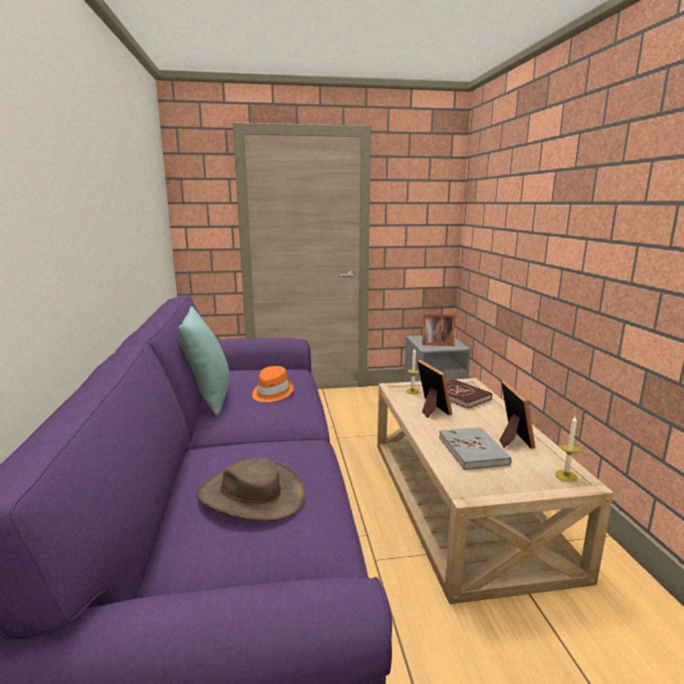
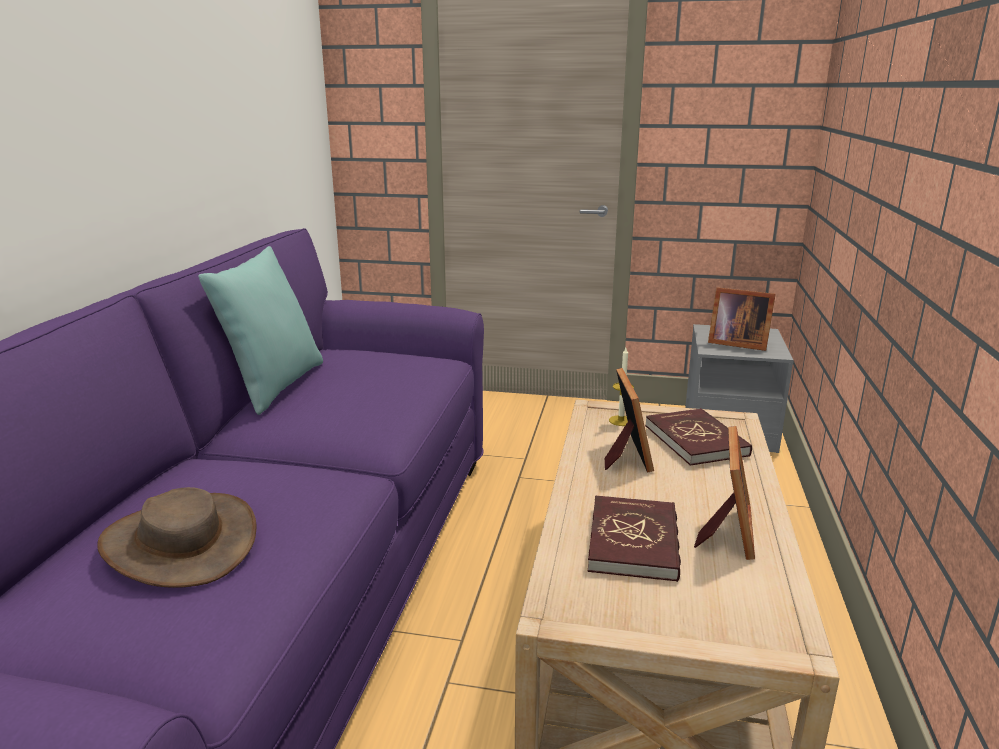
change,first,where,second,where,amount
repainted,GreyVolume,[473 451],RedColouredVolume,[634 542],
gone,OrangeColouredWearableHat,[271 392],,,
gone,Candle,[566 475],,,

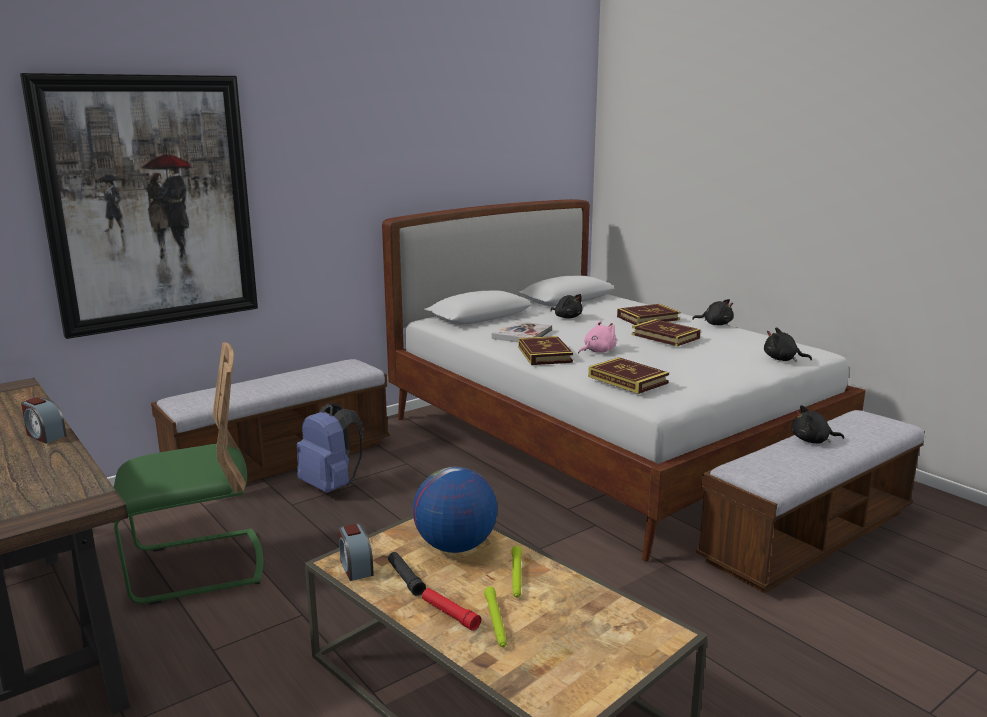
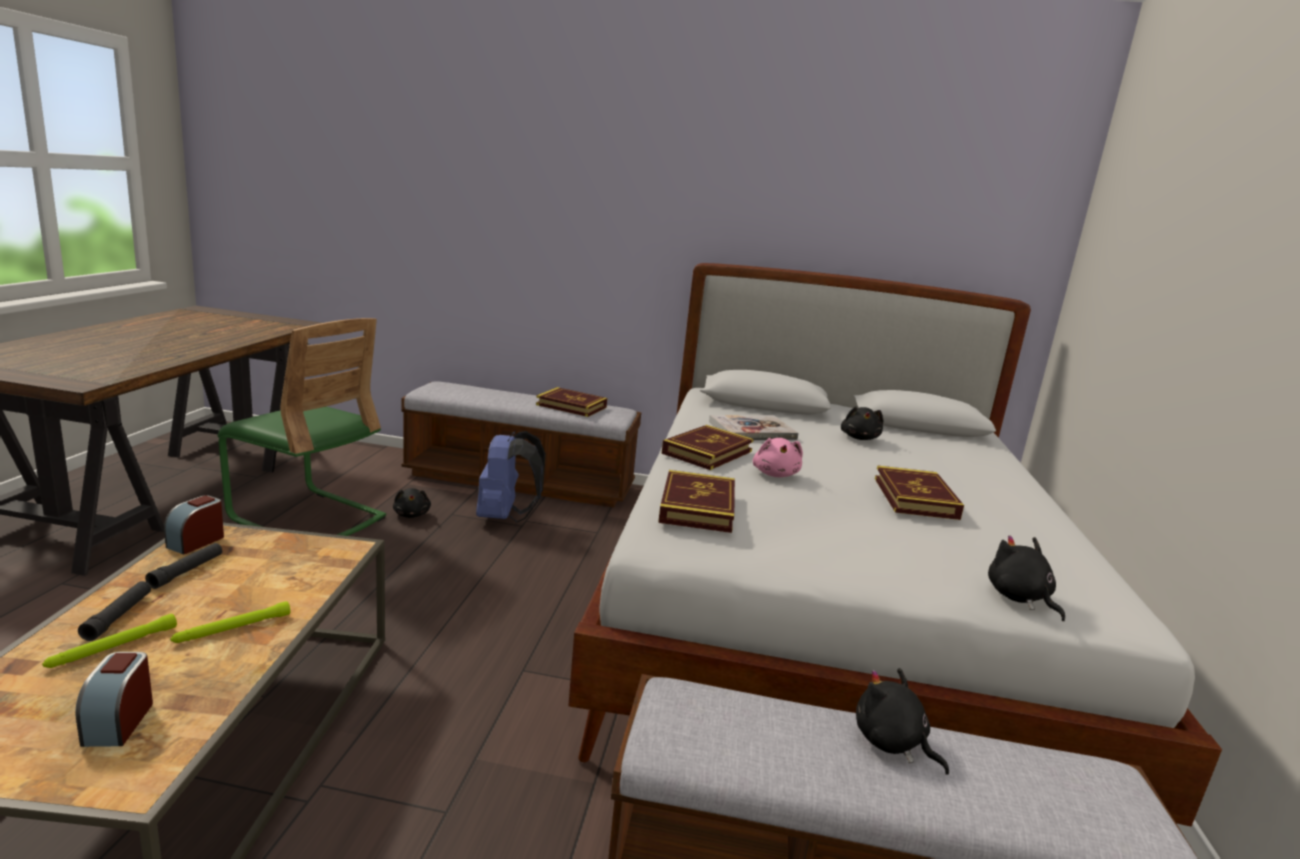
change,first,where,second,where,amount
shifted,AlarmClock,[45 435],,[119 722],
repainted,RedColouredTorch,[450 614],BlackColouredTorch,[118 616],
shifted,BlackColouredSoftToy,[715 324],,[412 514],
shifted,Volume,[648 318],,[571 406],
rotated,PinkSoftToy,[597 351],,[775 474],75 degrees clockwise
gone,WallArt,[150 203],,,
gone,WorldGlobe,[455 546],,,

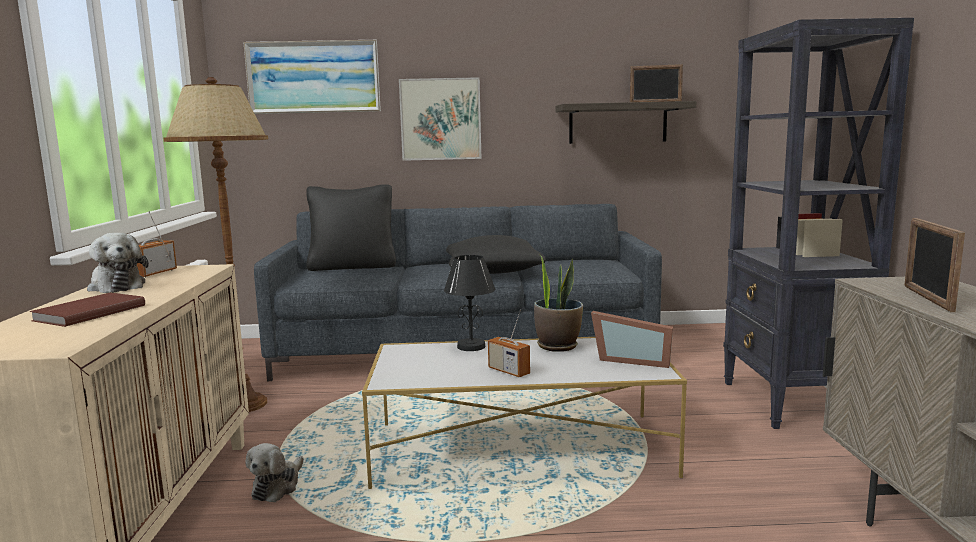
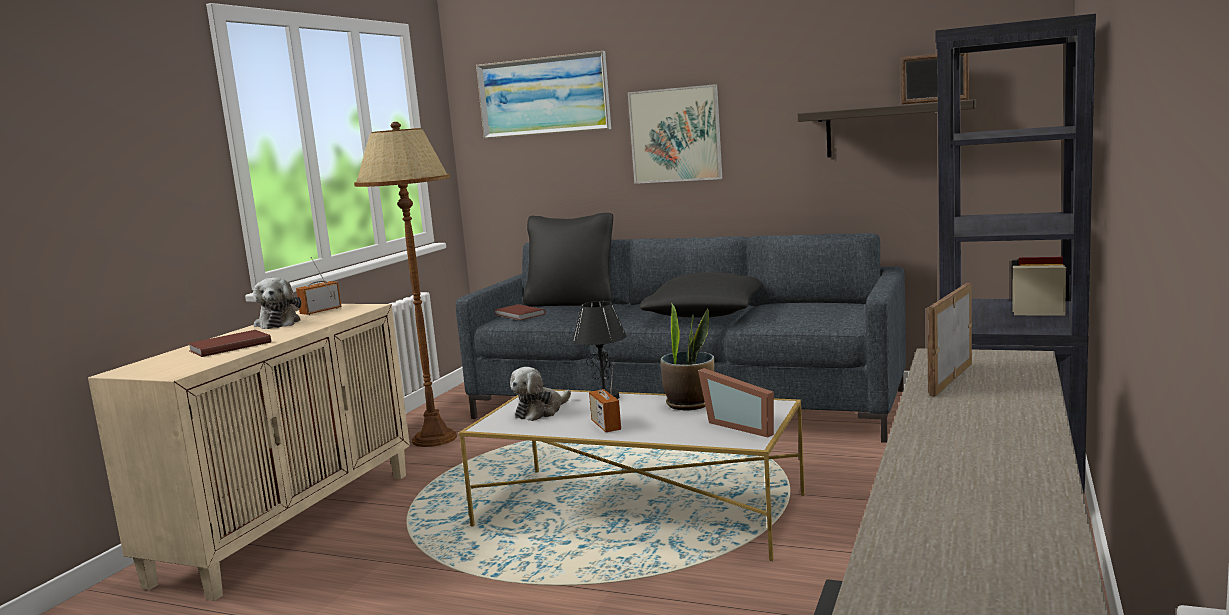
change,first,where,second,where,amount
new,,,BrownColouredVolume,[519 315],
shifted,SoftToy,[277 486],,[540 411],

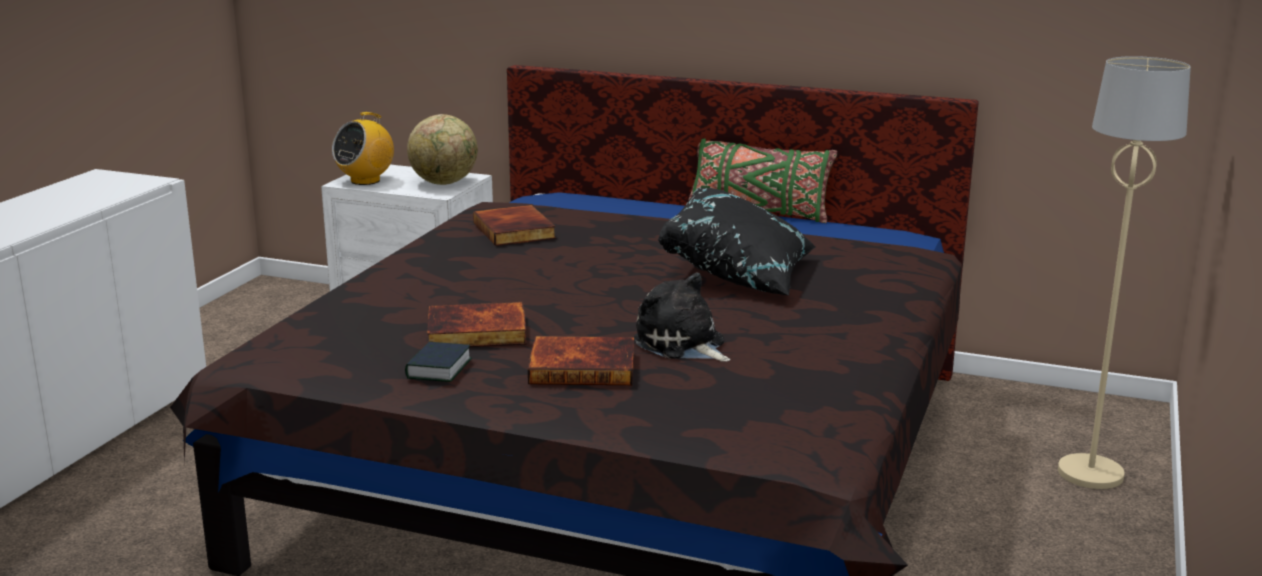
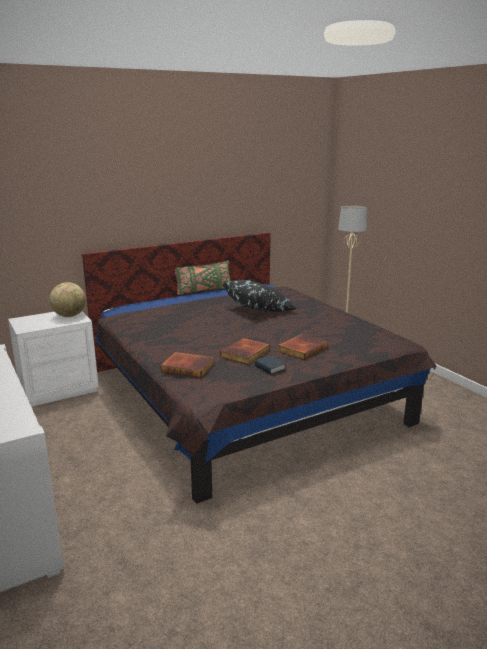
change,first,where,second,where,amount
shifted,Volume,[516 230],,[188 367],
gone,RadioSet,[365 180],,,
gone,SoftToy,[682 344],,,

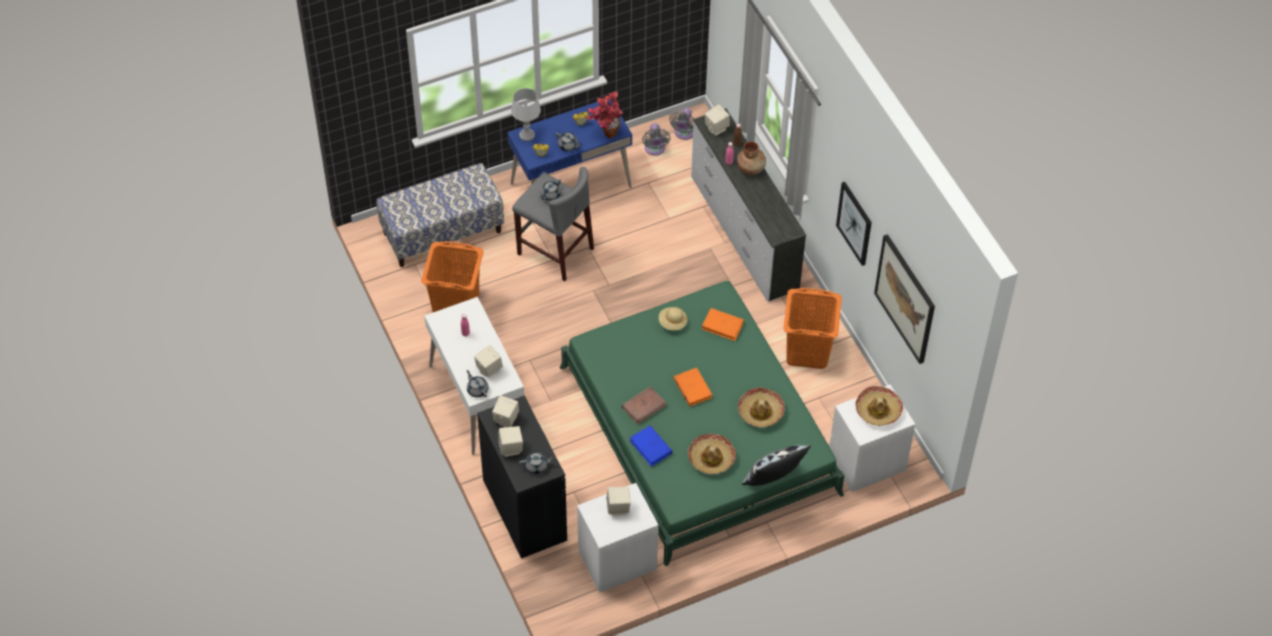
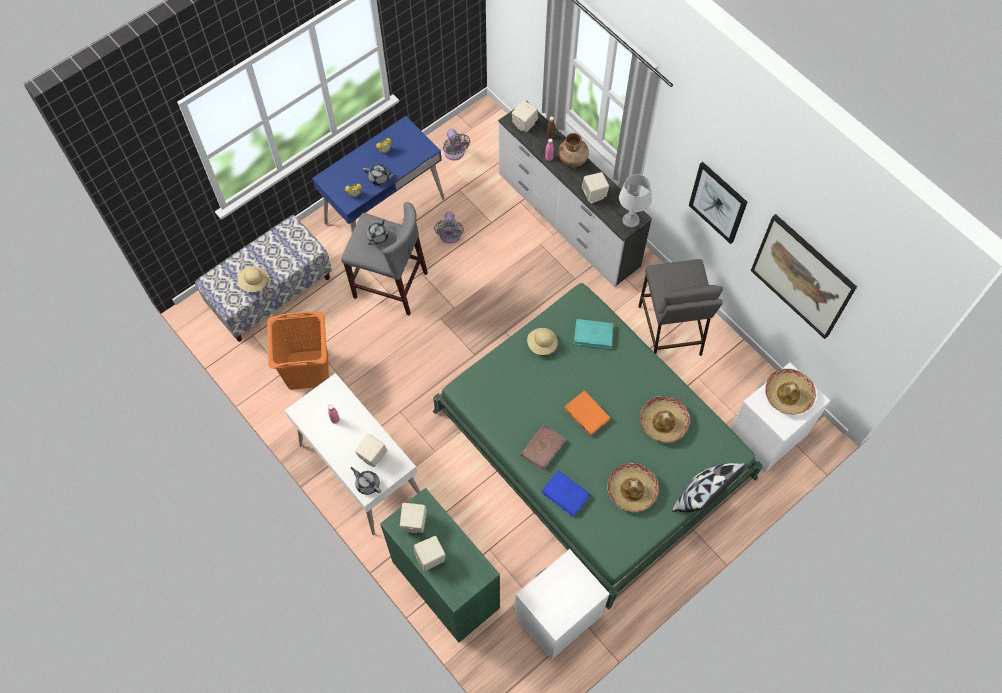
change,first,where,second,where,amount
new,,,BeigeColouredWearableHat,[254 283],
repainted,BlackColouredStorageCabinet,[524 510],GreenStorageCabinet,[445 584],
shifted,GreyFan,[684 133],,[450 236],
repainted,OrangeColouredVolume,[723 326],TurquoiseColouredVolume,[593 334],
shifted,BeigeColouredLoudspeaker,[618 508],,[594 195],
shifted,GreyTableLamp,[527 135],,[631 220],
swapped,OrangeColouredWashingBasket,[807 351],GreyStoolSeat,[670 330],
gone,GreyPotForTea,[537 466],,,
gone,PottedPlant,[605 134],,,

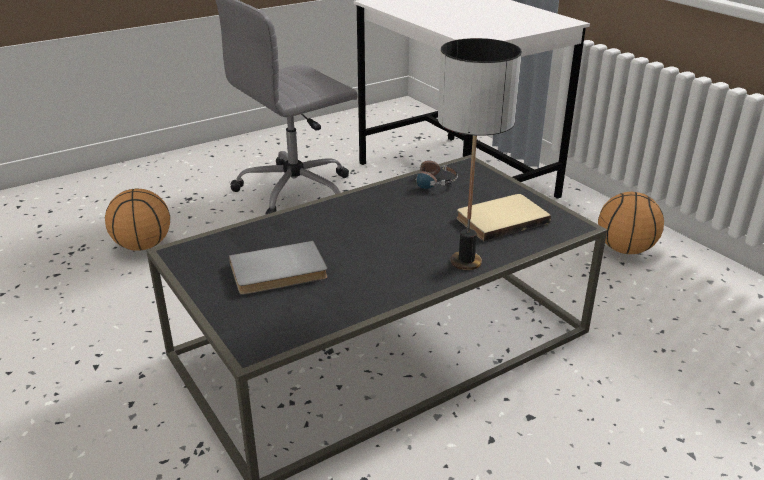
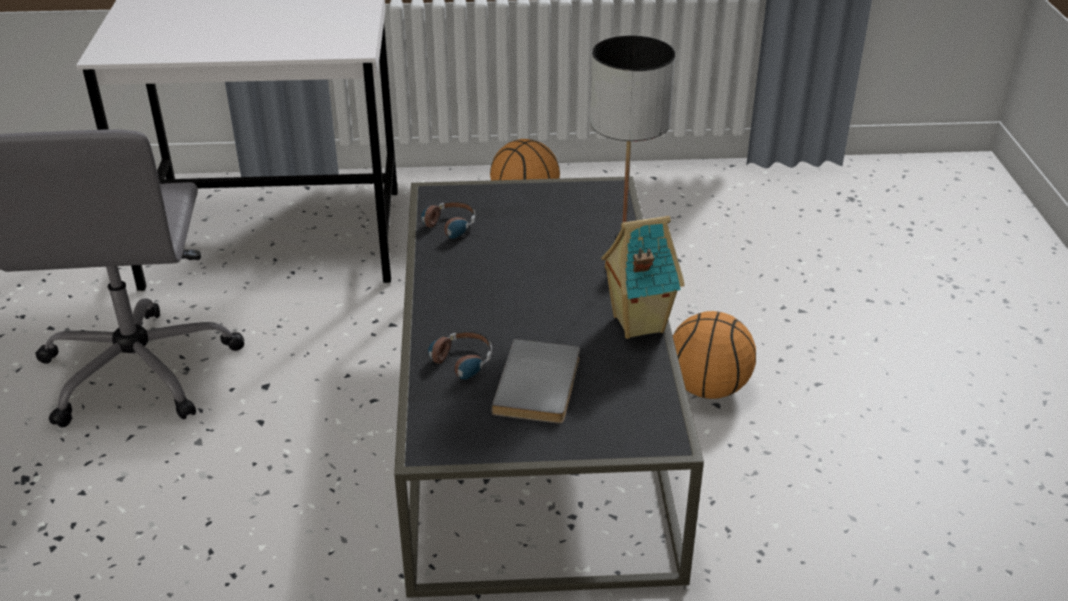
change,first,where,second,where,amount
new,,,PairOfHeadphones,[455 367],
new,,,ModelHouse,[636 324],
shifted,BallForBasketball,[142 246],,[708 389],
gone,BeigeColouredVolume,[500 219],,,

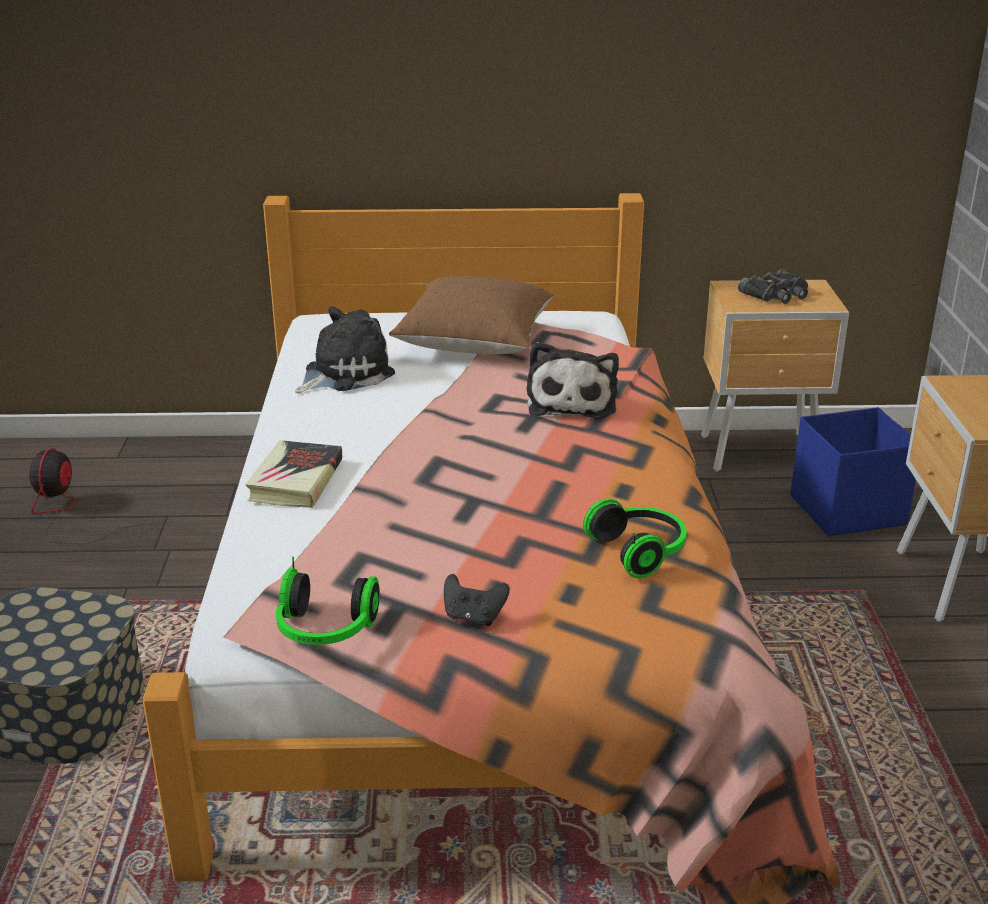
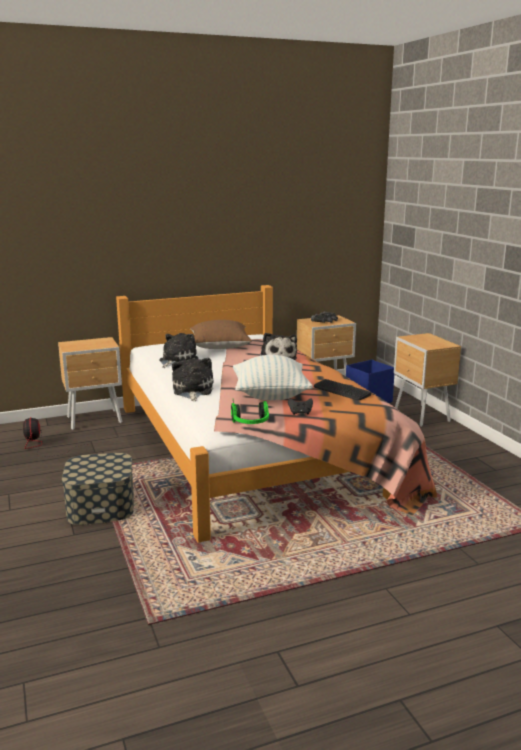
change,first,where,second,where,amount
new,,,BrownColouredBedsideTable,[96 420],
swapped,Volume,[296 481],SoftToy,[192 391],
new,,,Pillow,[270 395],
swapped,PairOfHeadphones,[640 551],Keyboard,[341 391],

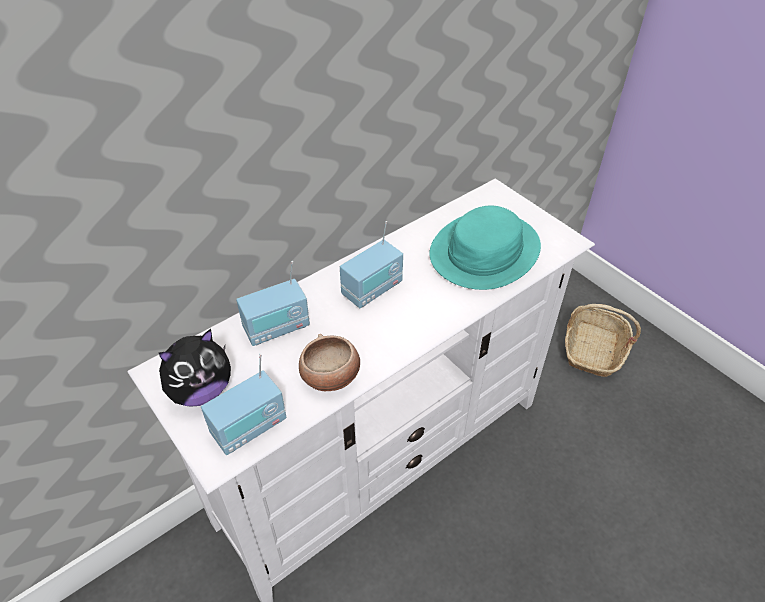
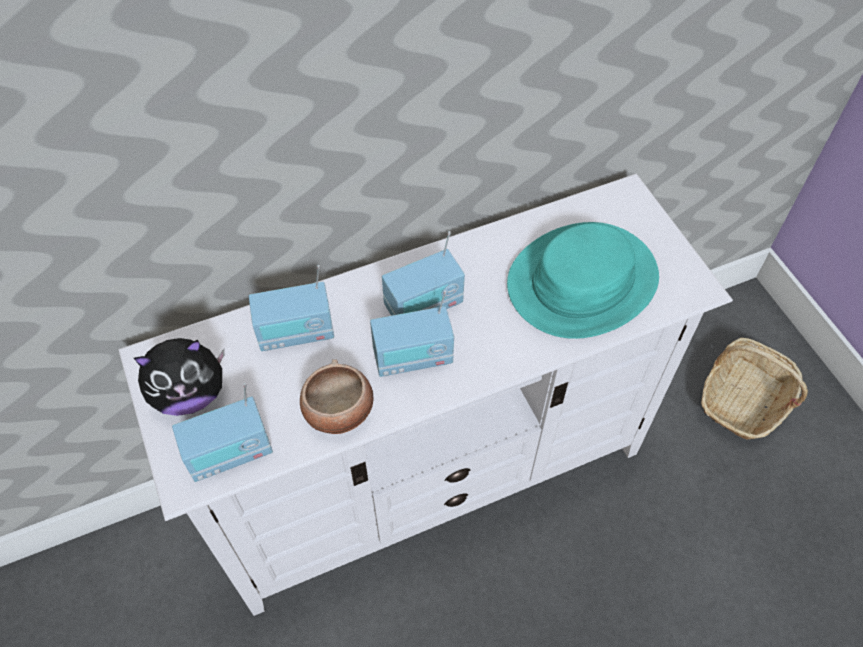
change,first,where,second,where,amount
new,,,RadioSet,[413 358],

